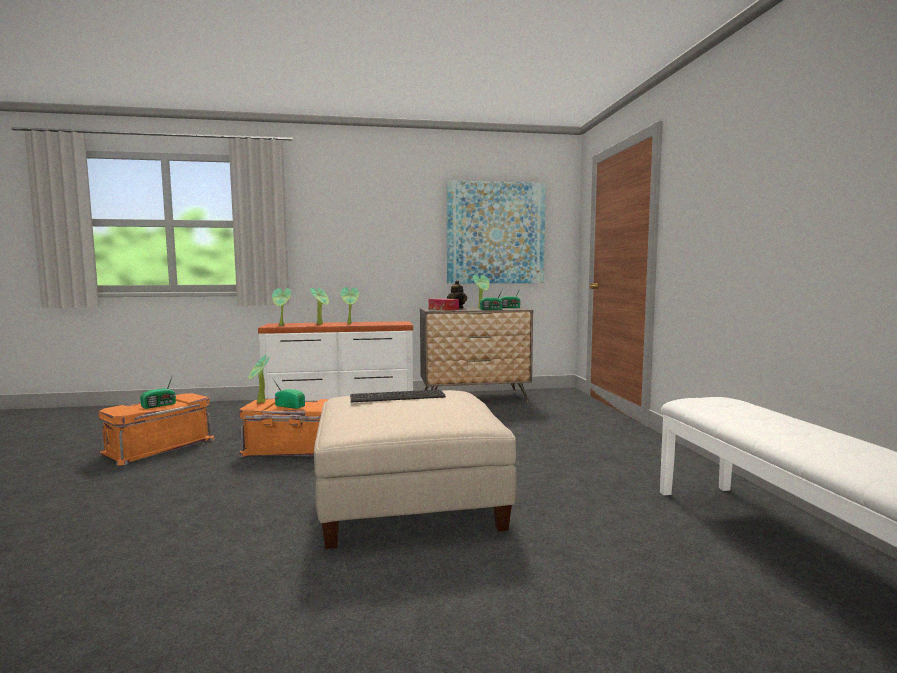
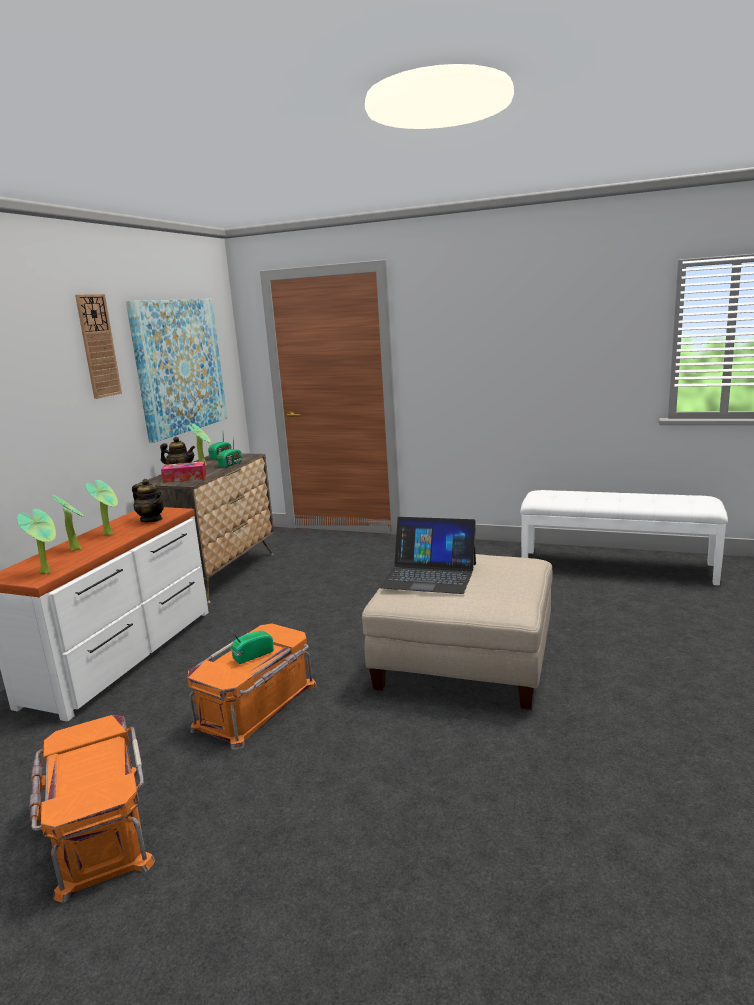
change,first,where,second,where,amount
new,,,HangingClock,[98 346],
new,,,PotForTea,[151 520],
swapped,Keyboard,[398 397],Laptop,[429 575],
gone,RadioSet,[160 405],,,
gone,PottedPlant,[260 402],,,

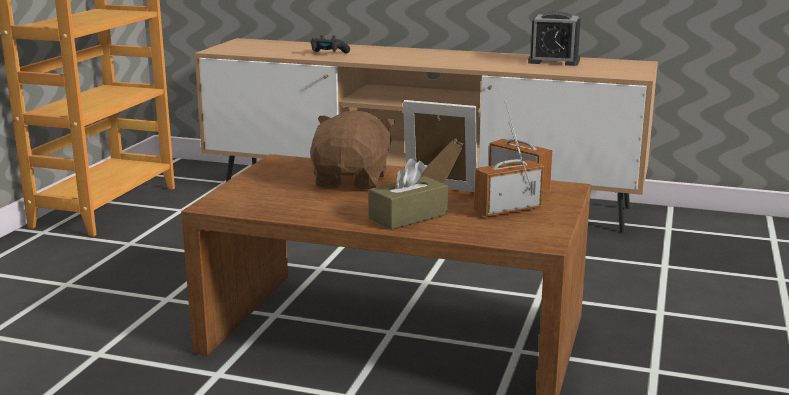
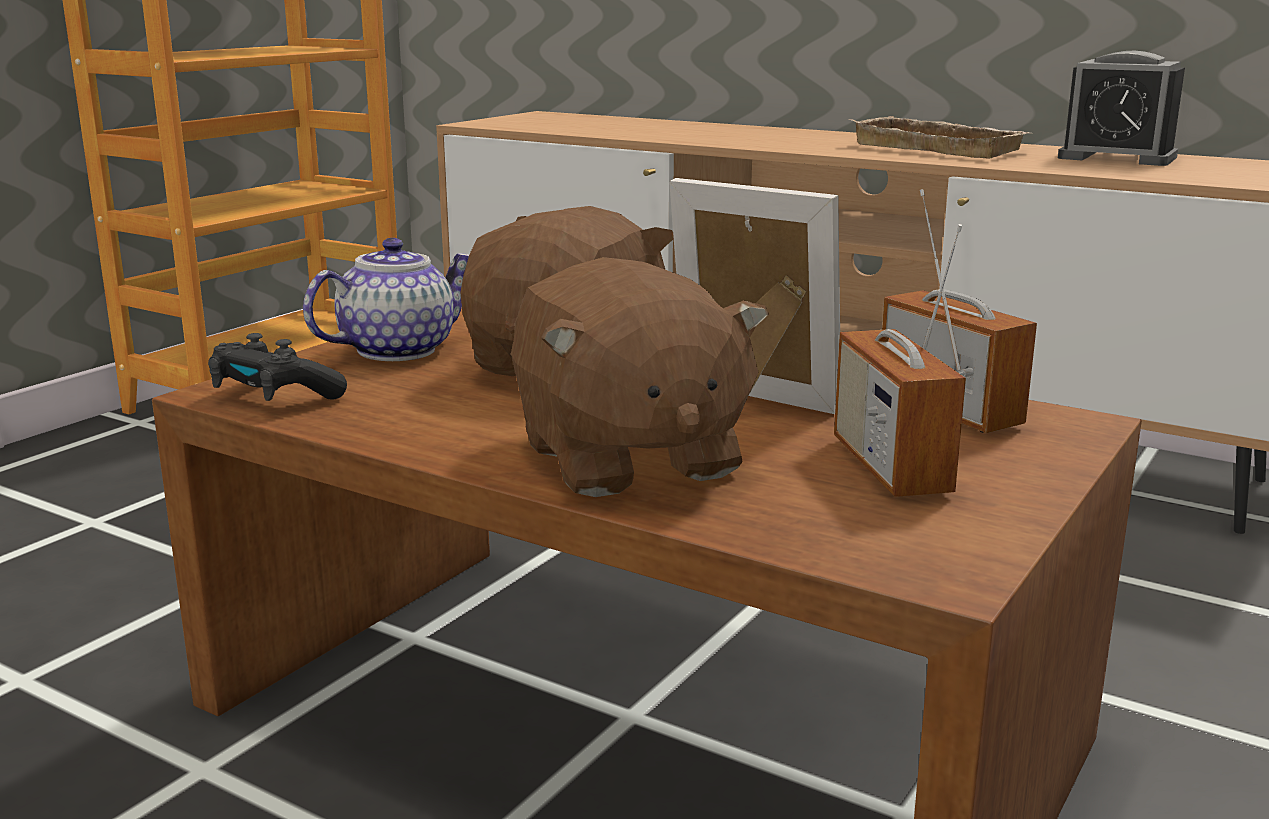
change,first,where,second,where,amount
shifted,BlackColouredGamepad,[328 54],,[274 397],
new,,,PotForTea,[397 350],
swapped,BrownColouredBoxOfTissues,[408 216],BrownColouredSoftToy,[627 459],
rotated,RadioSet,[507 210],,[890 467],90 degrees counterclockwise
new,,,BeigeColouredCarryingTray,[942 148],

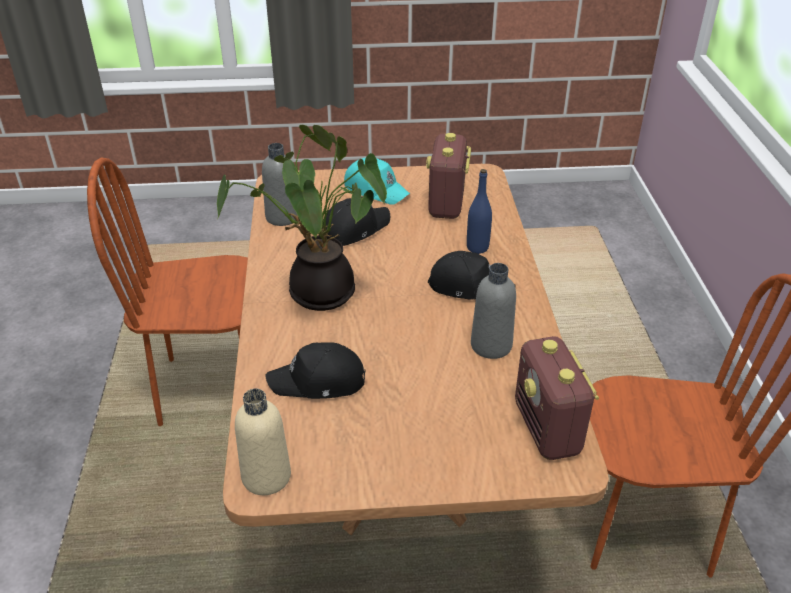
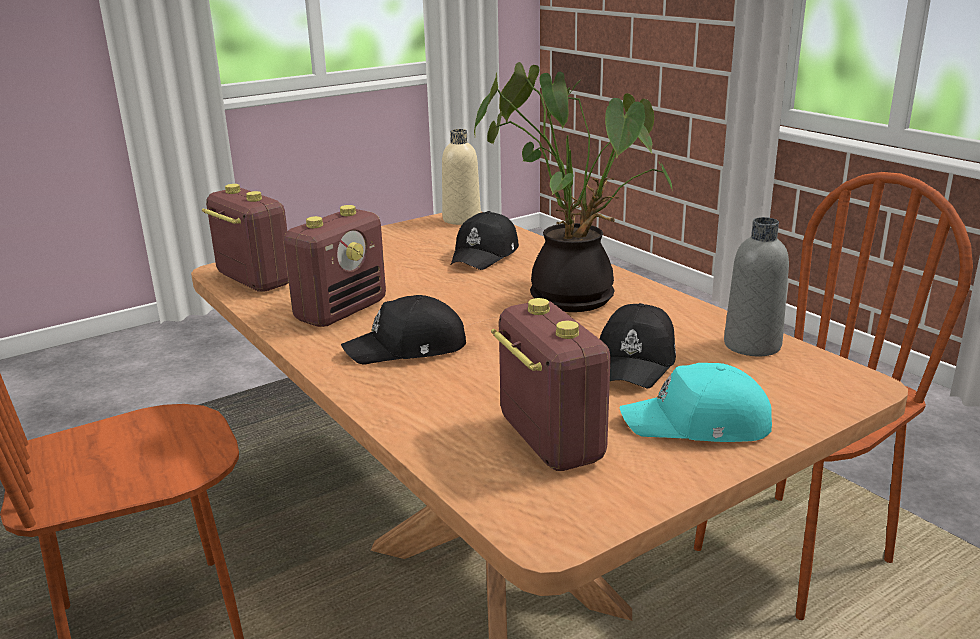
change,first,where,second,where,amount
swapped,GreyBeverageBottle,[491 345],RadioSet,[341 311],
rotated,BlackColouredPeakedCap,[318 381],,[485 255],150 degrees clockwise
gone,BluishBeverageBottle,[477 248],,,

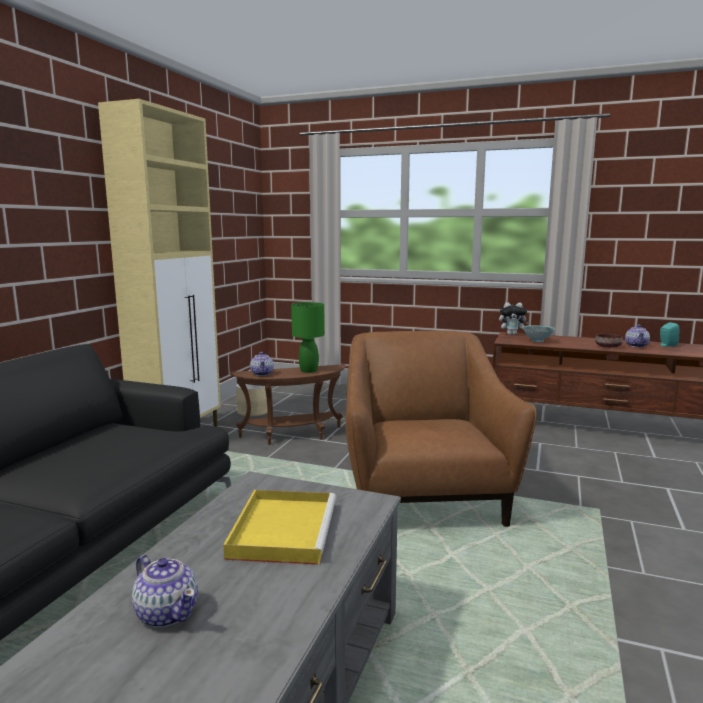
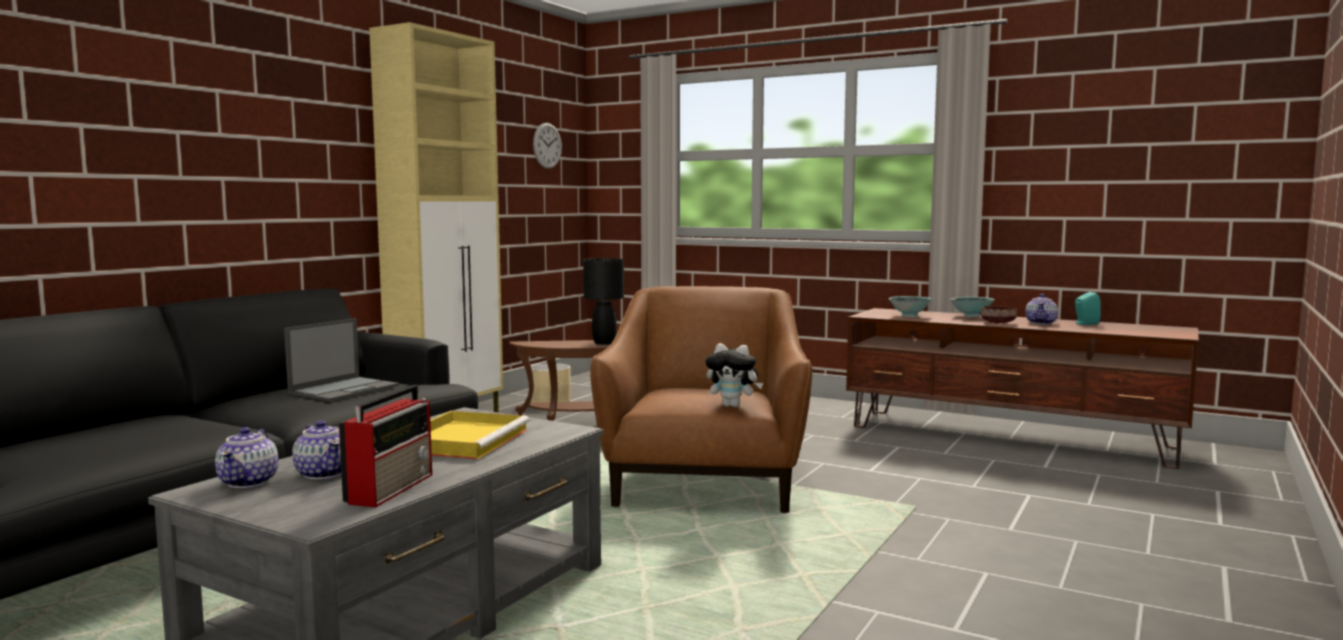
change,first,where,second,where,amount
shifted,PotForTea,[262 373],,[249 482],
new,,,Laptop,[345 389],
new,,,RadioSet,[392 488],
new,,,HangingClock,[547 145],
repainted,GreenTableLamp,[308 370],BlackColouredTableLamp,[603 343],
shifted,SoftToy,[512 334],,[733 406],
new,,,Bowl,[971 316],

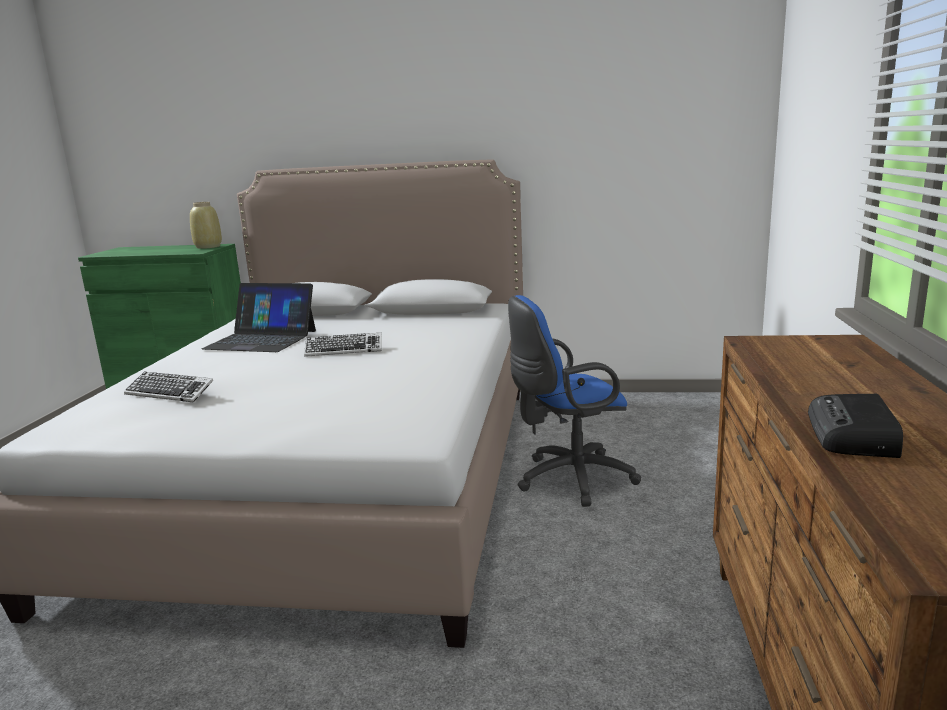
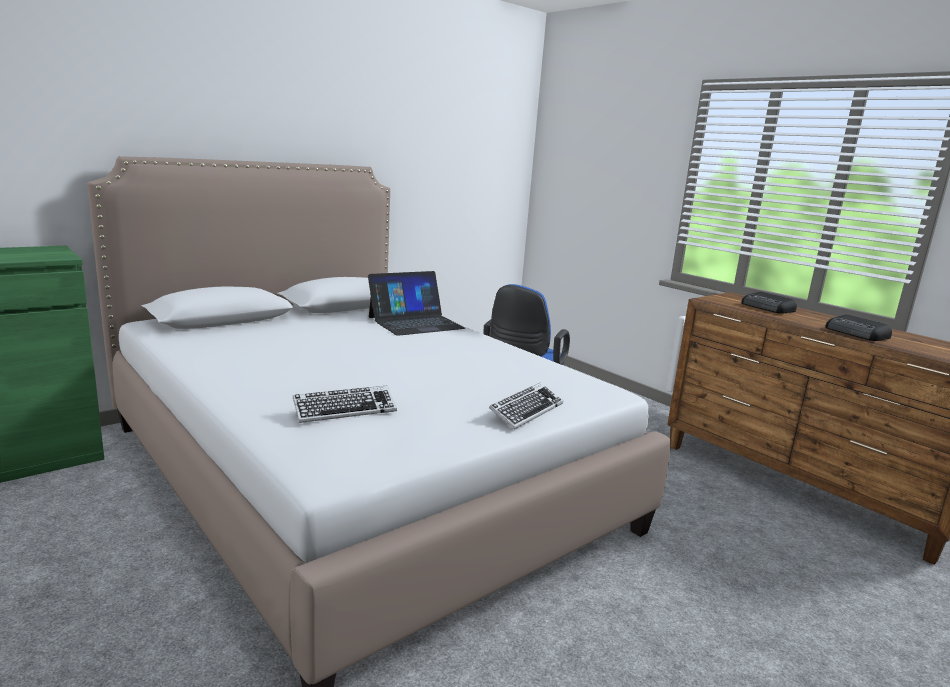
change,first,where,second,where,amount
shifted,Laptop,[261 339],,[415 322],
shifted,Keyboard,[344 350],,[526 411],
new,,,RadioSet,[768 308],
gone,BeigeColouredFlowerVase,[208 247],,,

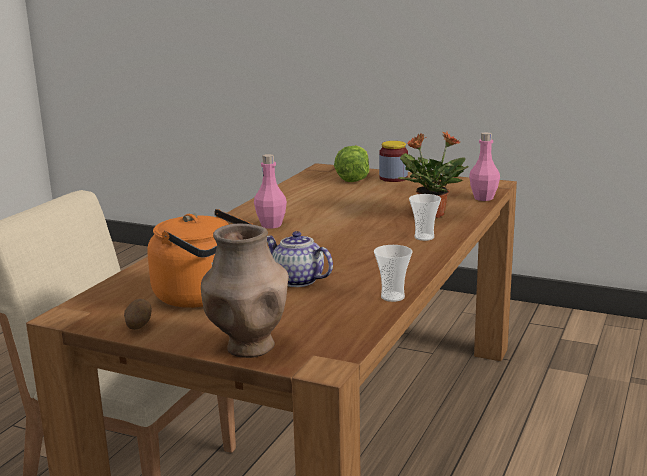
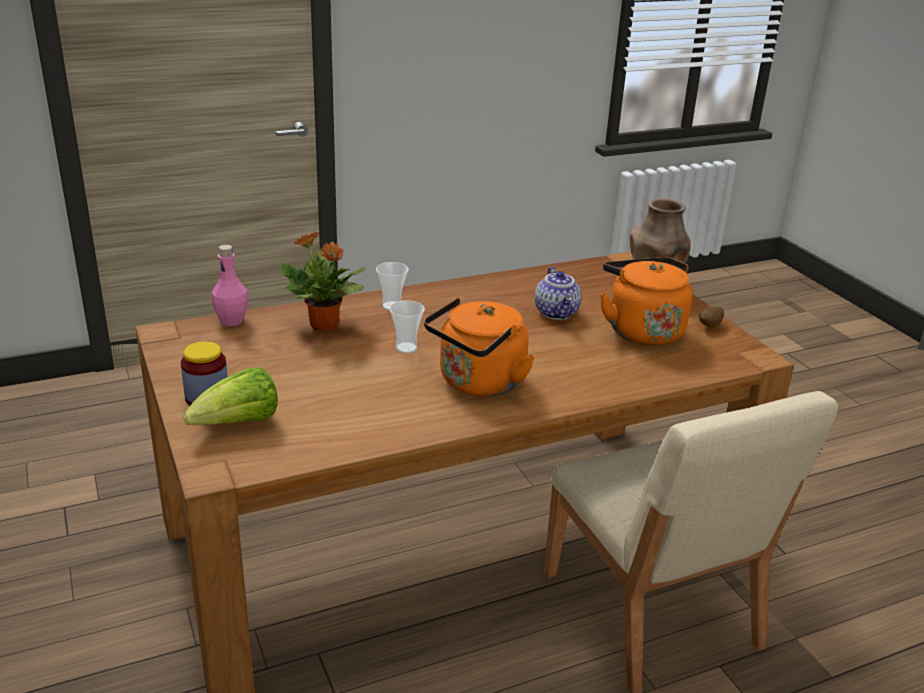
change,first,where,second,where,amount
shifted,Cup,[392 297],,[406 348],
swapped,PinkBeverageBottle,[271 225],OrangeColouredWaterKettle,[478 383],

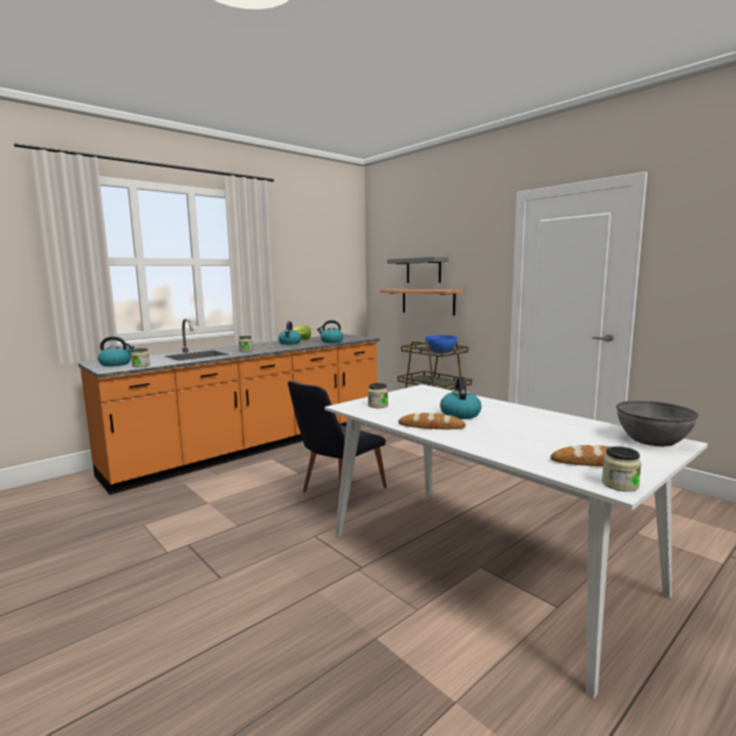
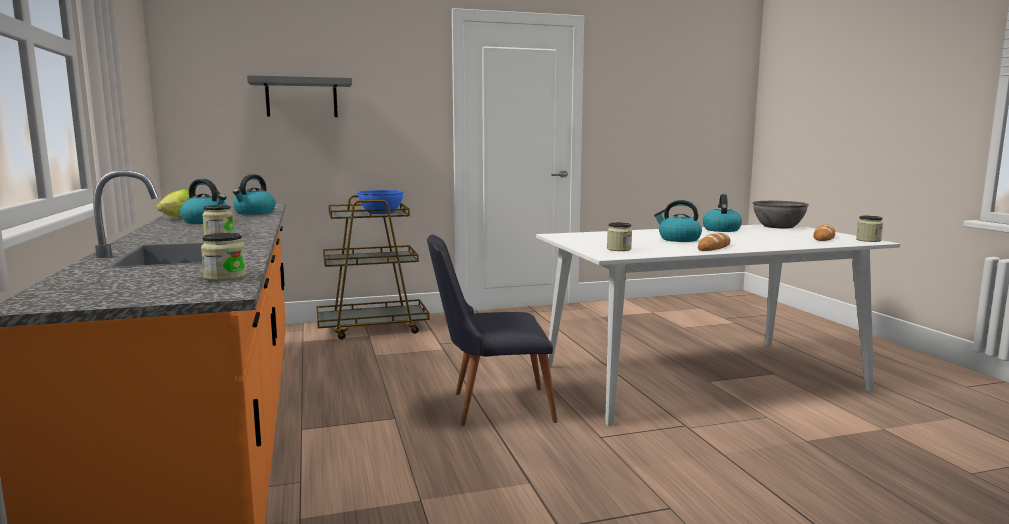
change,first,where,second,where,amount
rotated,BlackColouredUprightChair,[337 492],,[491 406],105 degrees clockwise
shifted,WaterKettle,[116 364],,[721 229],
gone,WallShelf,[428 301],,,

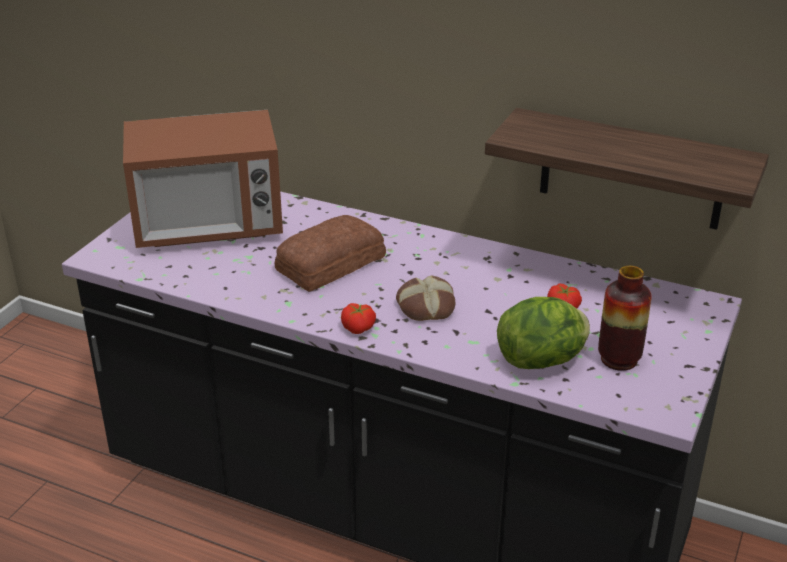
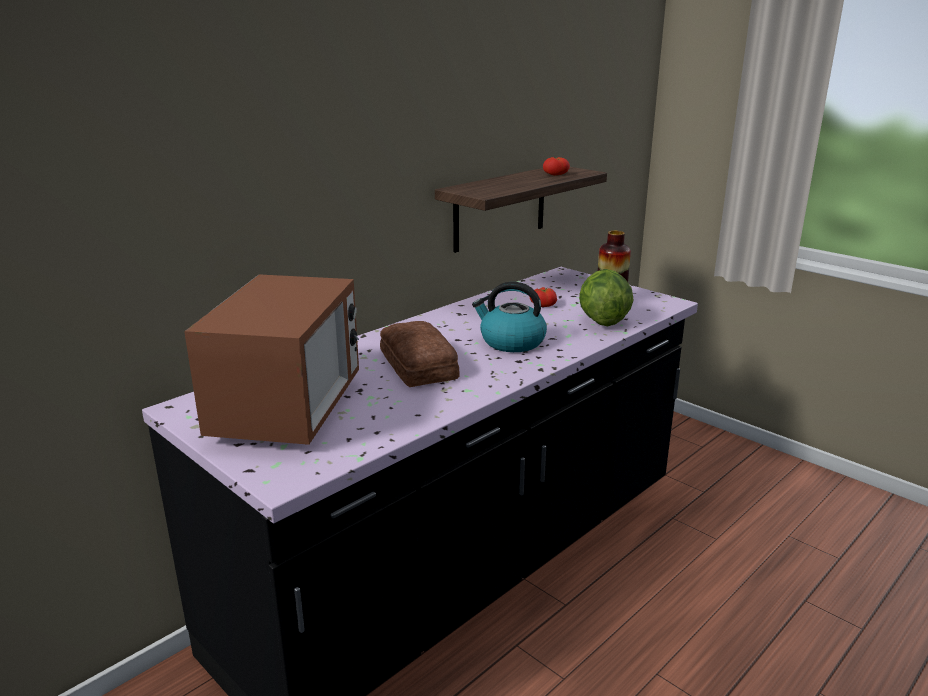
change,first,where,second,where,amount
swapped,BakeryBread,[425 306],WaterKettle,[511 342],
shifted,WholeTomato,[359 328],,[555 174],

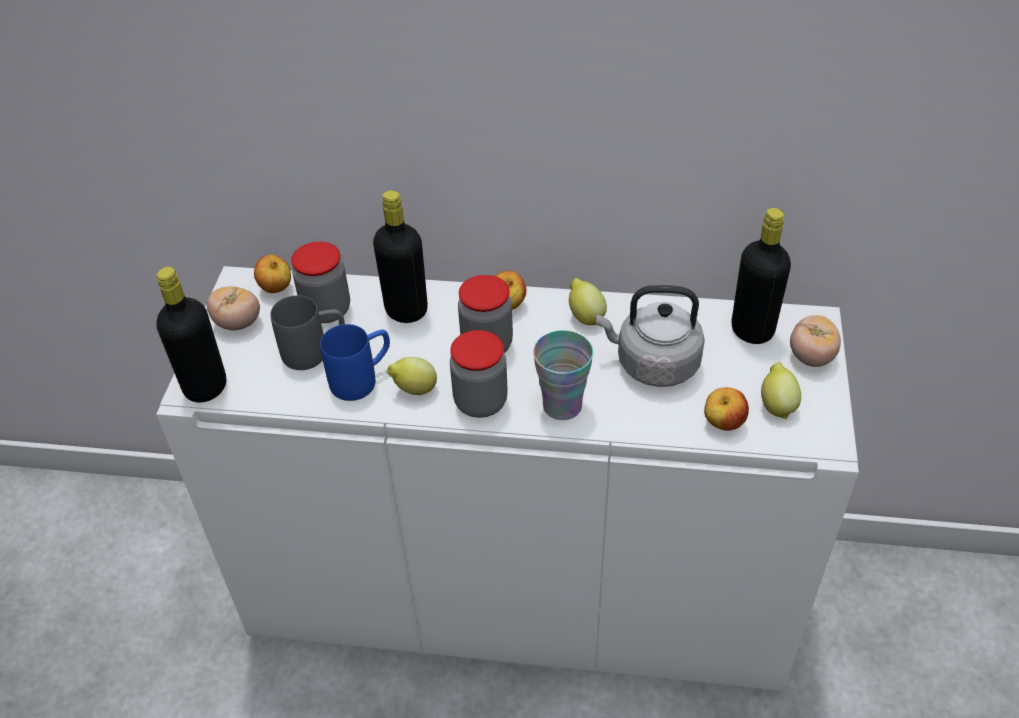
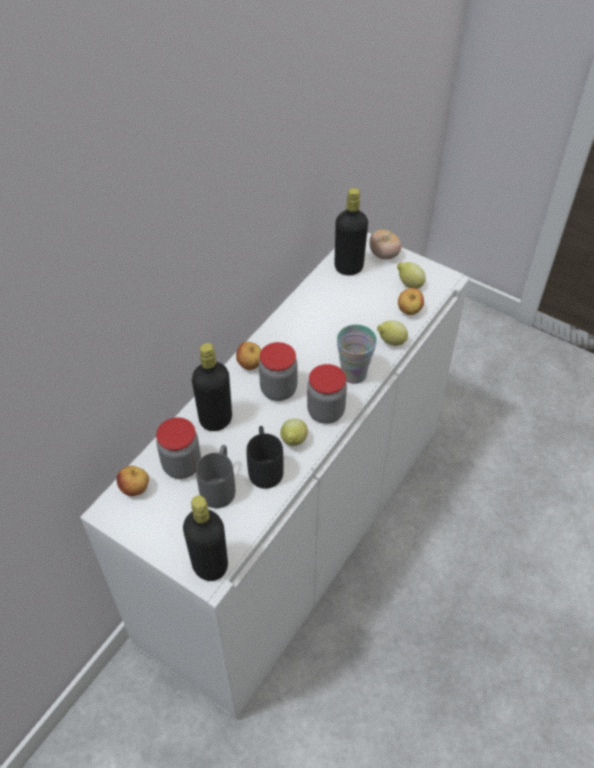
change,first,where,second,where,amount
repainted,BluishMug,[362 379],BlackColouredMug,[265 466],
shifted,CitrusFruit,[585 316],,[390 342],
gone,WholeTomato,[238 323],,,
gone,GreyWaterKettle,[653 364],,,

